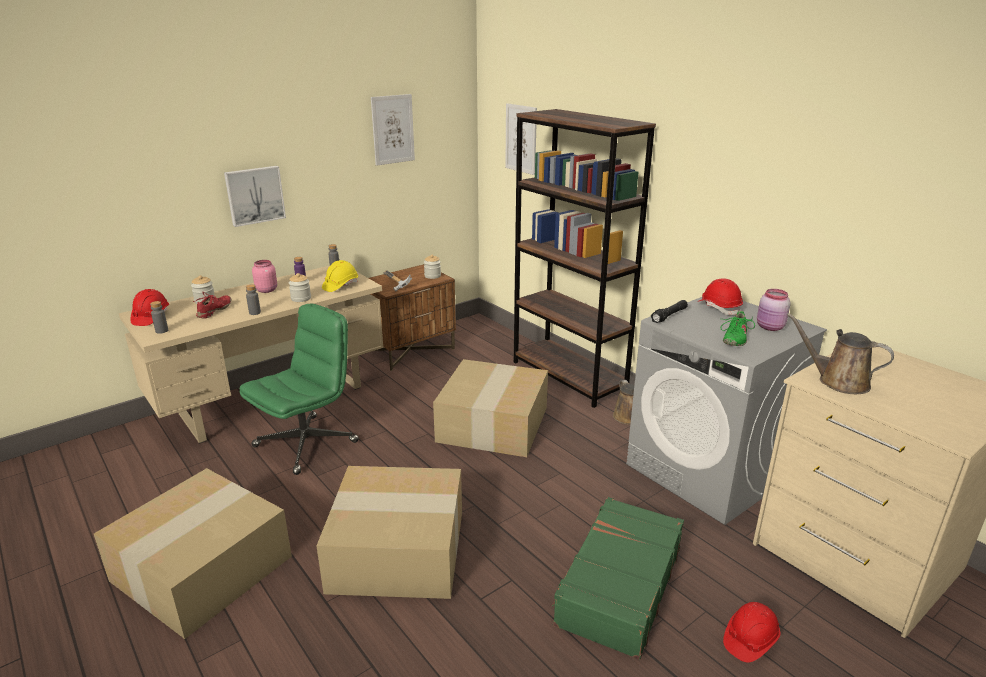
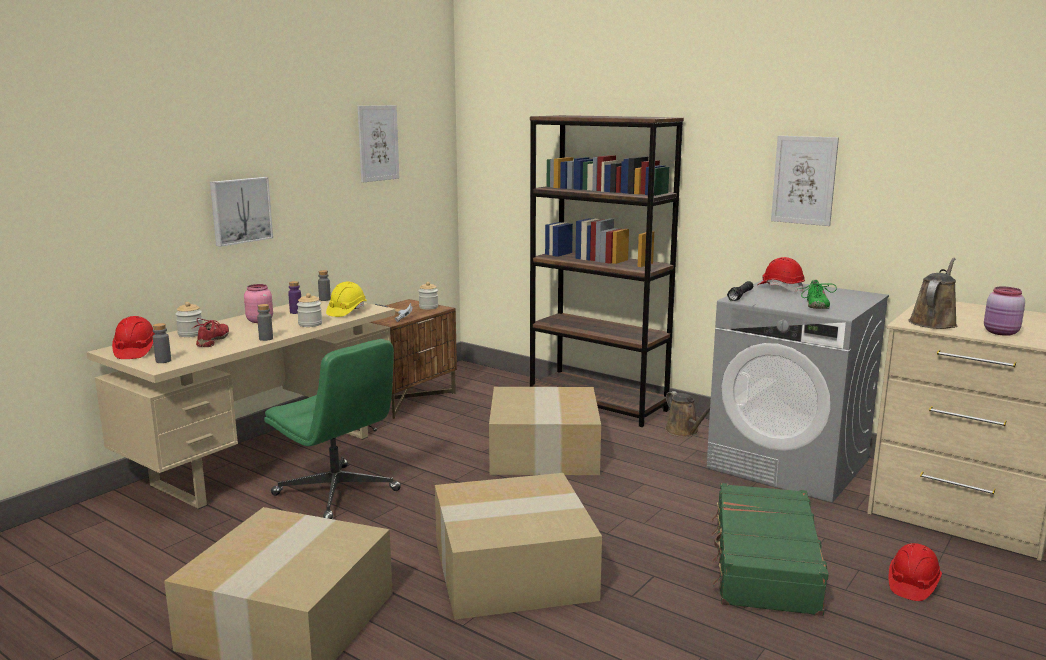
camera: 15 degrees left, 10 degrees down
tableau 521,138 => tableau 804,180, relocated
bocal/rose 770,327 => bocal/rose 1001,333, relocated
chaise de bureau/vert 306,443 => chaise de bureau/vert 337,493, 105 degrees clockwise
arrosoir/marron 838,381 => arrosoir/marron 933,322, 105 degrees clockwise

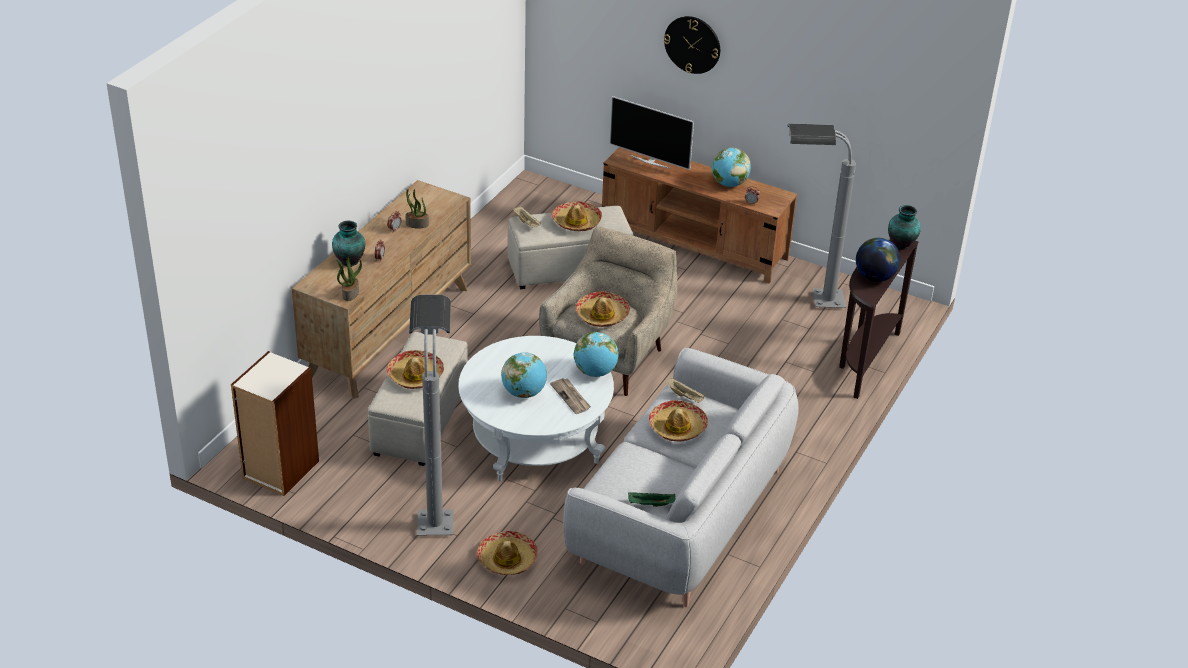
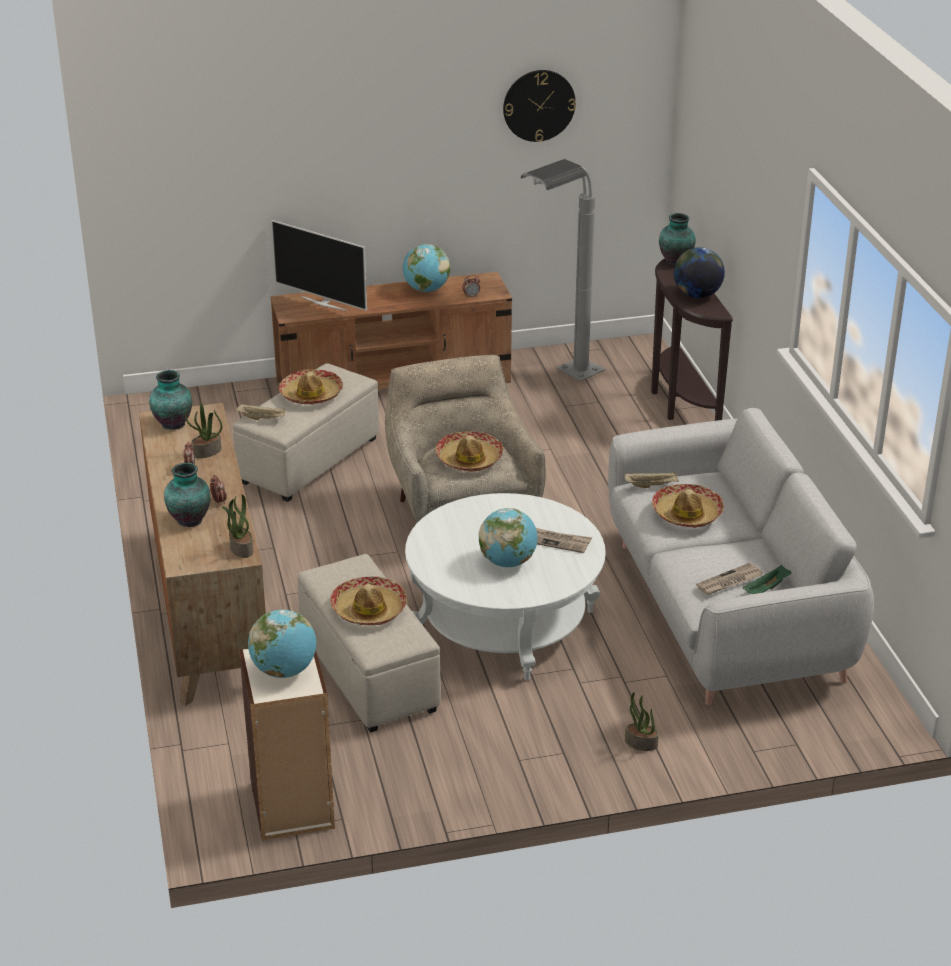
camera: 40 degrees left, 5 degrees down
horloge murale 692,44 => horloge murale 539,105, relocated
téléviseur 650,161 => téléviseur 324,303, 45 degrees clockwise
lampadaire/gris 435,507 => nothing
globe 595,372 => globe 284,670, relocated
chapeau 507,559 => plante en pot 640,743
nothing => vase 172,423
nothing => journal 729,582

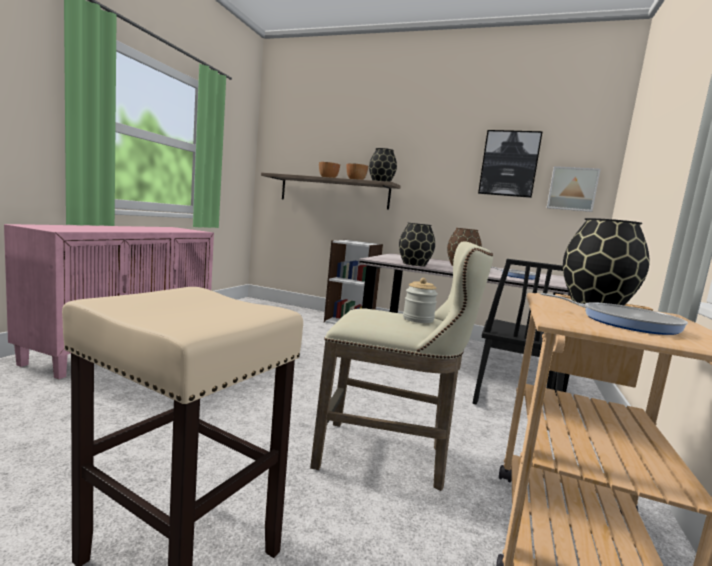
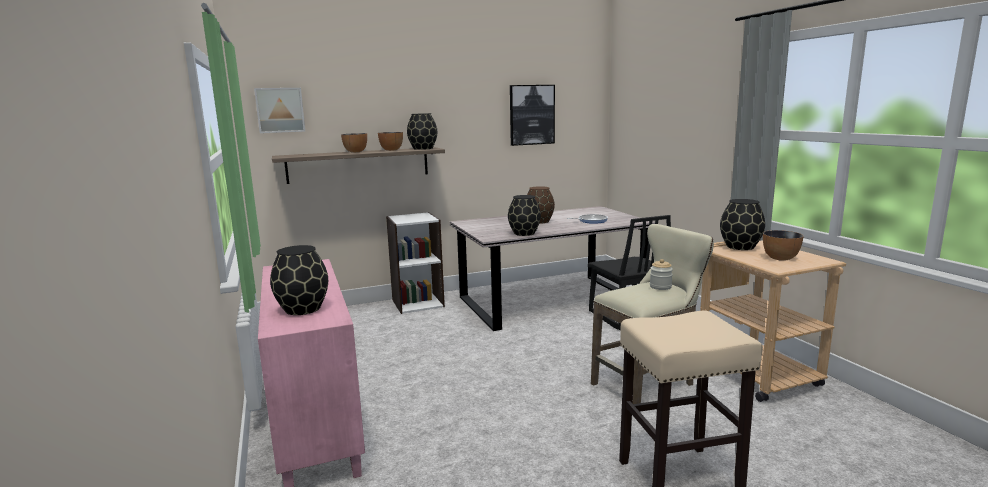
camera: 40 degrees left, 5 degrees up
tableau 572,189 => tableau 280,110, relocated
poêle 623,322 => bol 780,258
nothing => vase/noir 303,309

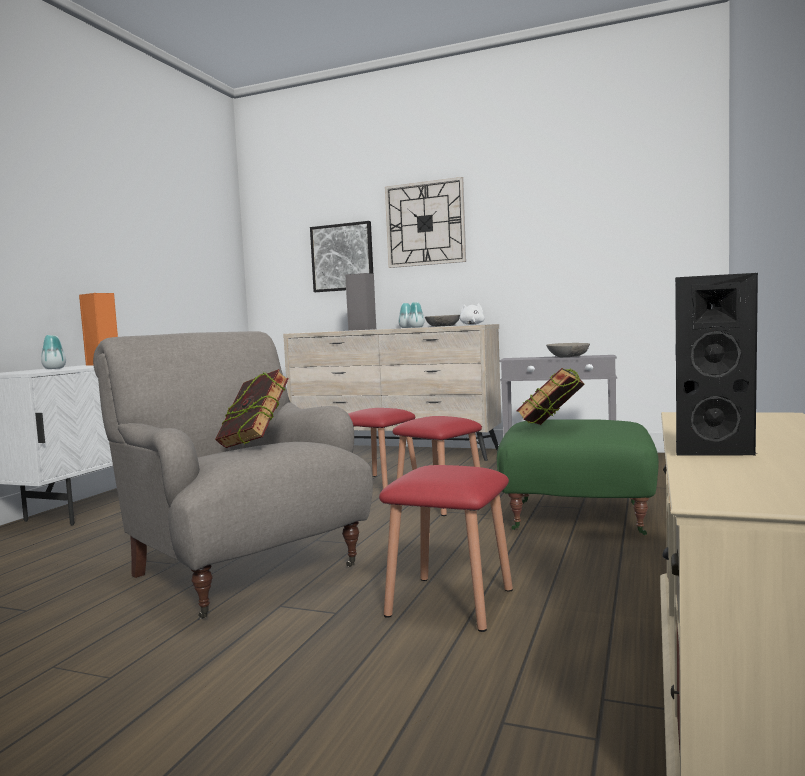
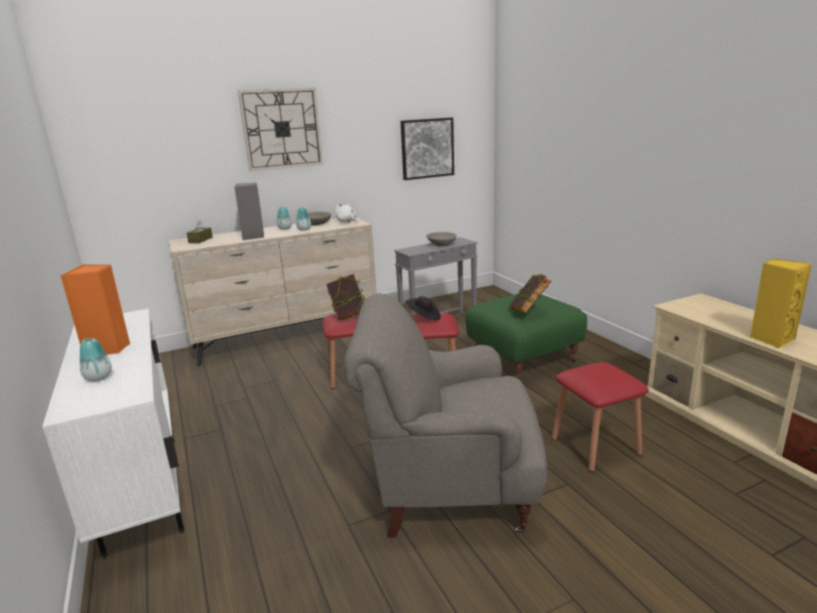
camera: 45 degrees left, 15 degrees up
tableau 342,257 => tableau 427,148, relocated
enceinte/noir 709,449 => enceinte/jaune 771,339
livre 255,445 => livre 348,315, relocated
nothing => boîte à mouchoirs/marron 200,240
nothing => chapeau/noir 424,317

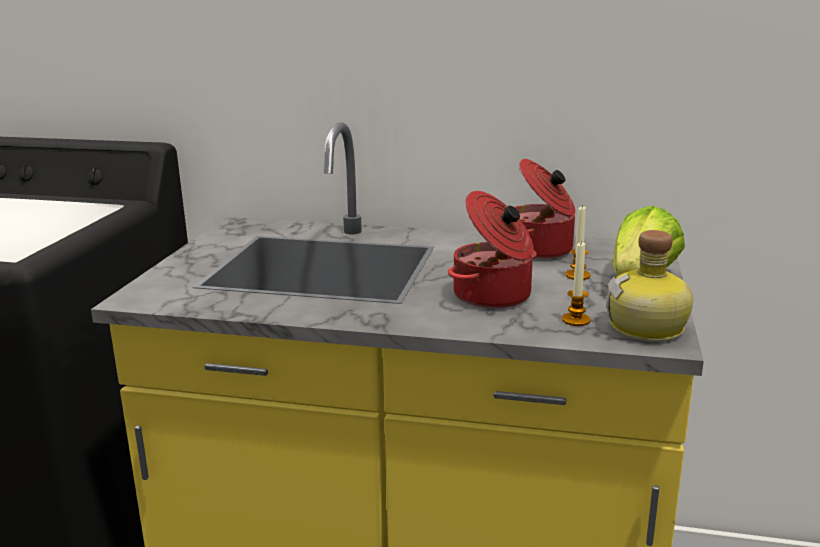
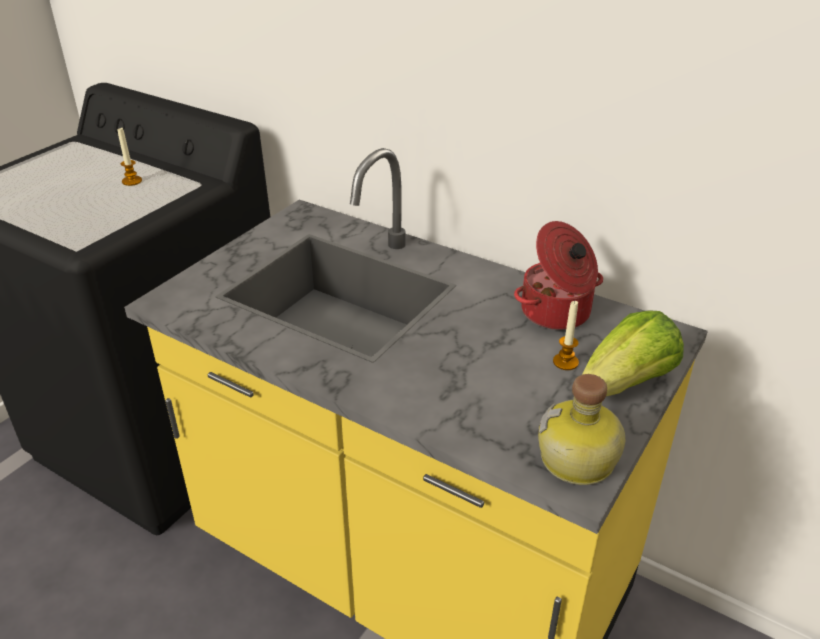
camera: 20 degrees right, 15 degrees up
marmite 494,296 => nothing
bougie 576,320 => bougie 132,181, relocated

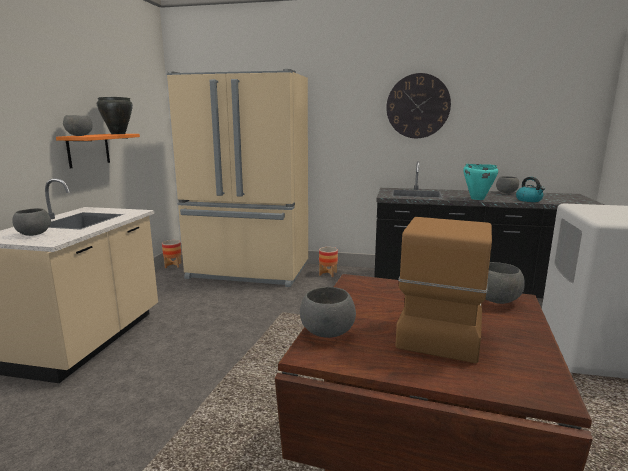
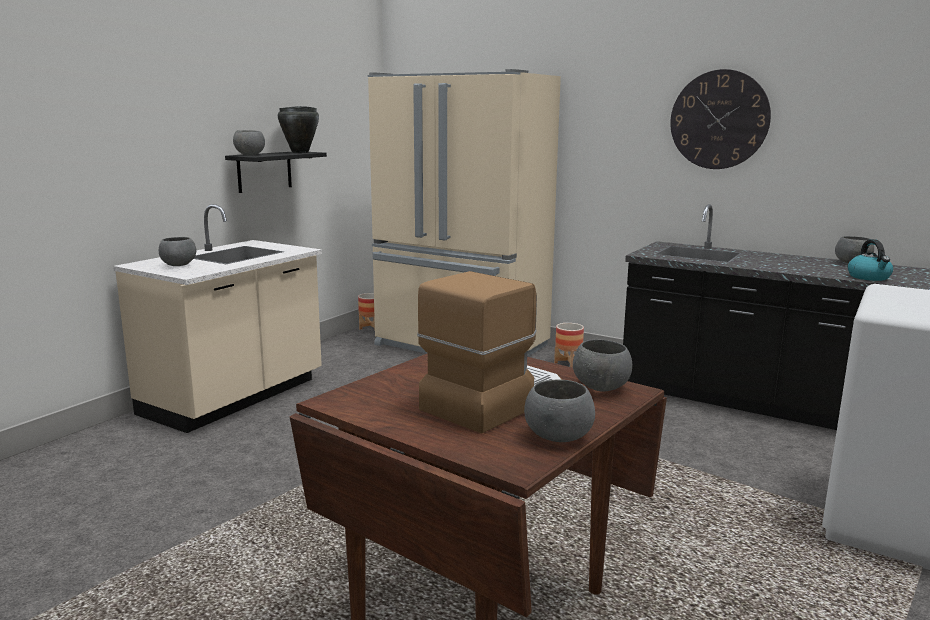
camera: 20 degrees right, 0 degrees up
étagère/orange 88,150 => étagère/noir 264,171
marmite/turquoise 477,198 => nothing
bol/gris 327,333 => bol/gris 558,437, relocated

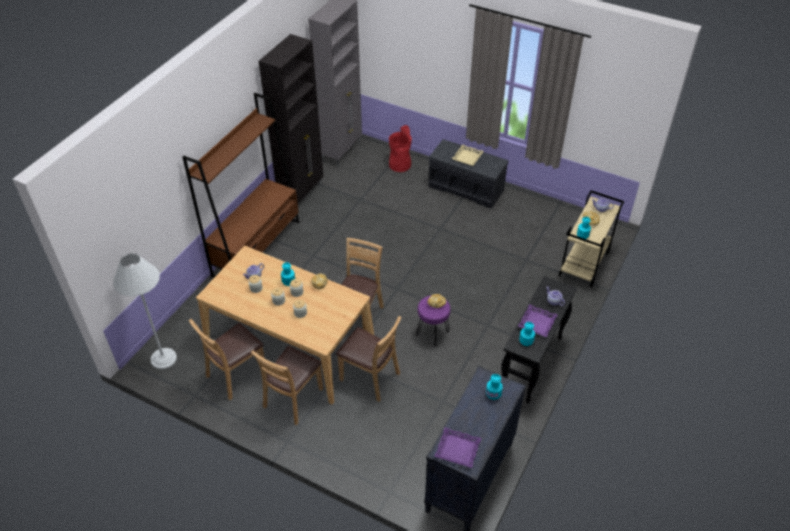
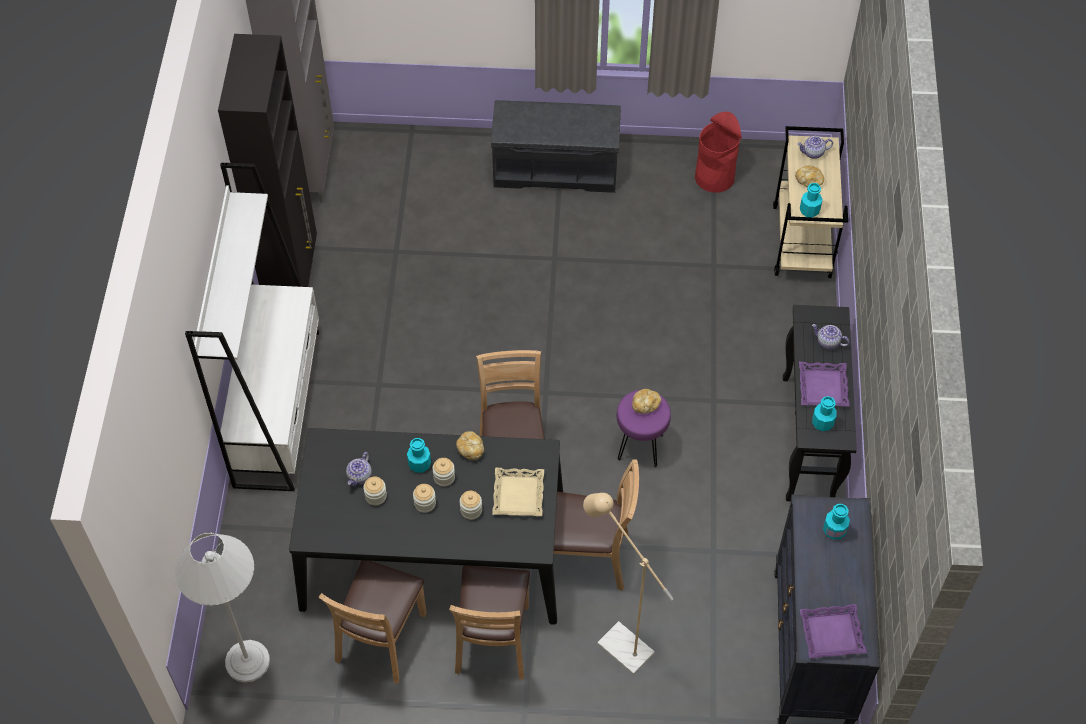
camera: 25 degrees left, 10 degrees up
bibliothèque/marron 257,248 => bibliothèque/blanc 277,407
poubelle/rouge 400,165 => poubelle/rouge 714,177, relocated
plateau/beige 467,157 => plateau/beige 518,495, relocated
table à manger/beige 290,343 => table à manger/noir 434,552
nothing => lampadaire/beige 617,642

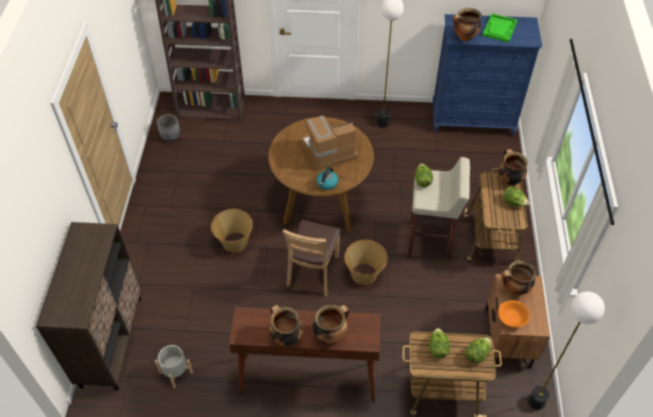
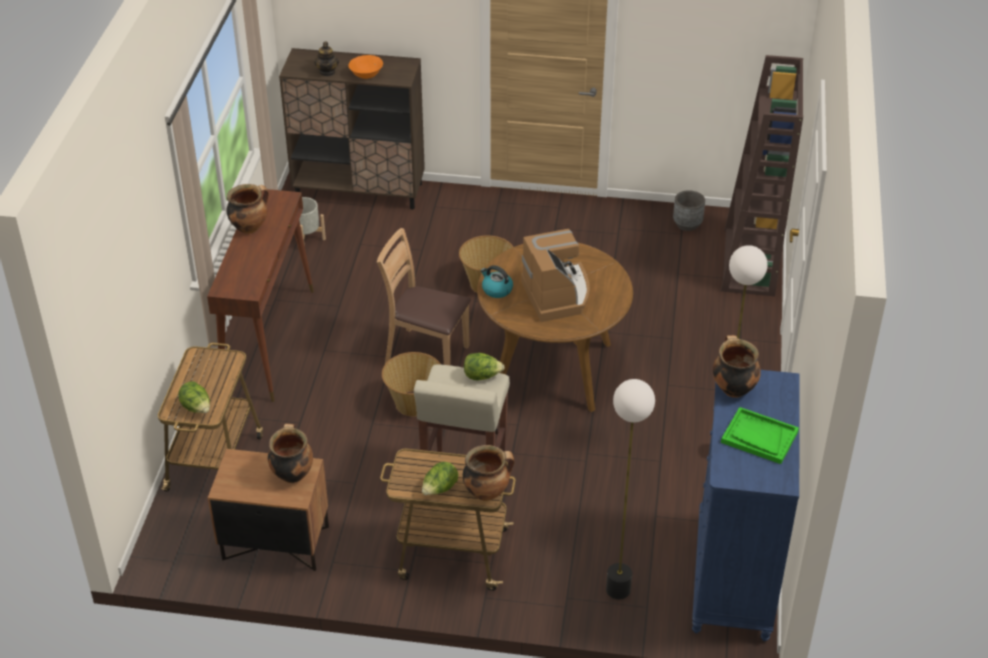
camera: 95 degrees right, 10 degrees down
lampadaire 536,402 => lampadaire 617,589, relocated
bol/orange 512,318 => bol/orange 366,74, relocated
marmite 330,334 => nothing
laitue 437,348 => nothing
nothing => théière 327,72

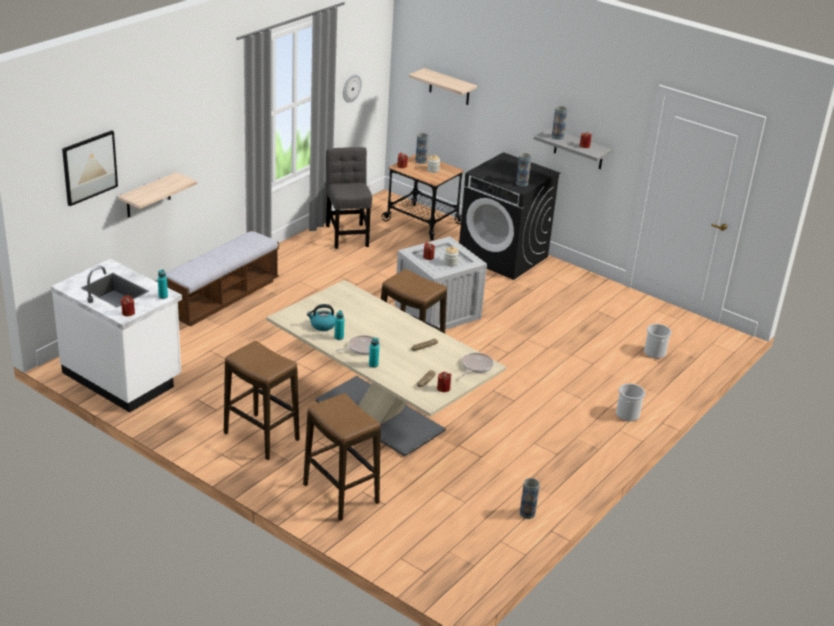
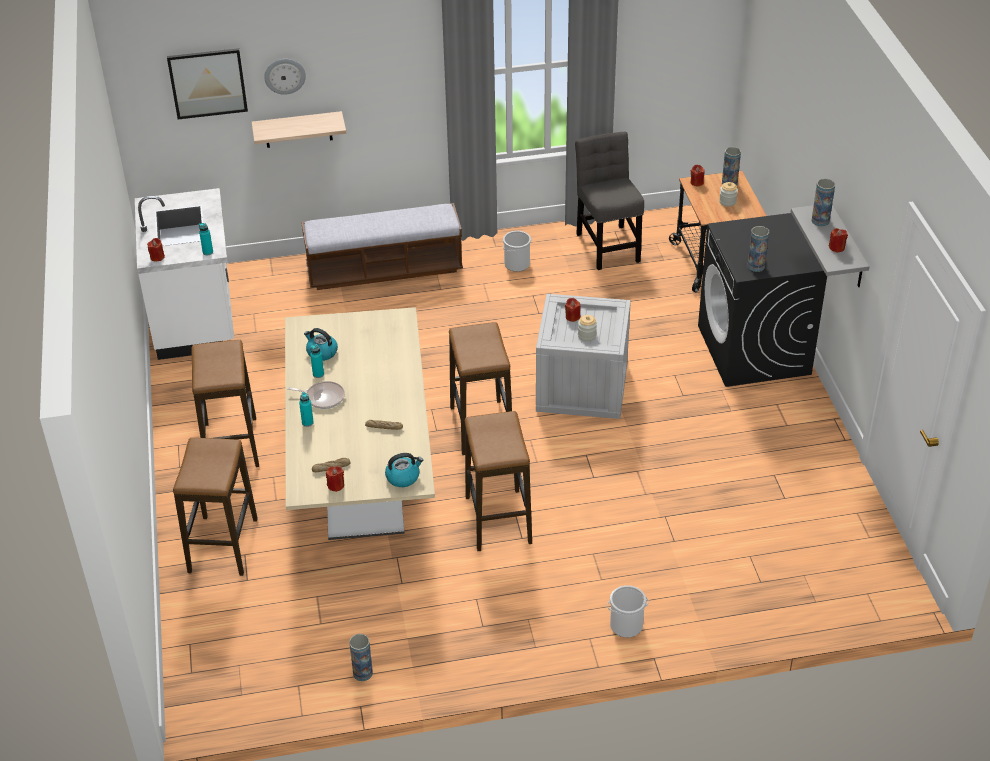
camera: 45 degrees right, 10 degrees up
étagère 449,87 => nothing
horloge murale 351,88 => horloge murale 284,75, relocated
chaise/gris 347,234 => chaise/gris 607,245, 45 degrees counterclockwise
seau 654,352 => seau 517,264, relocated
poêle 476,366 => bouilloire 403,477
nothing => tabouret 498,520

